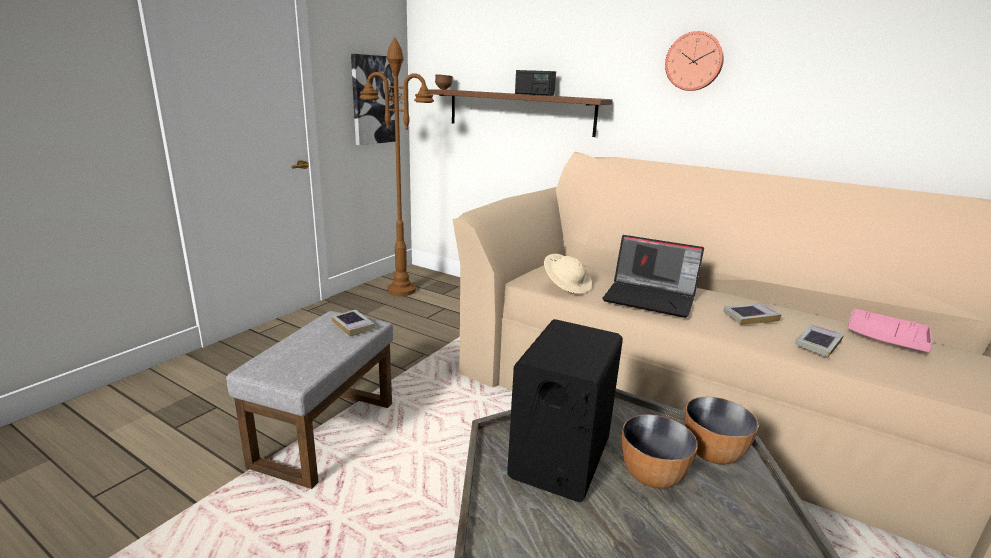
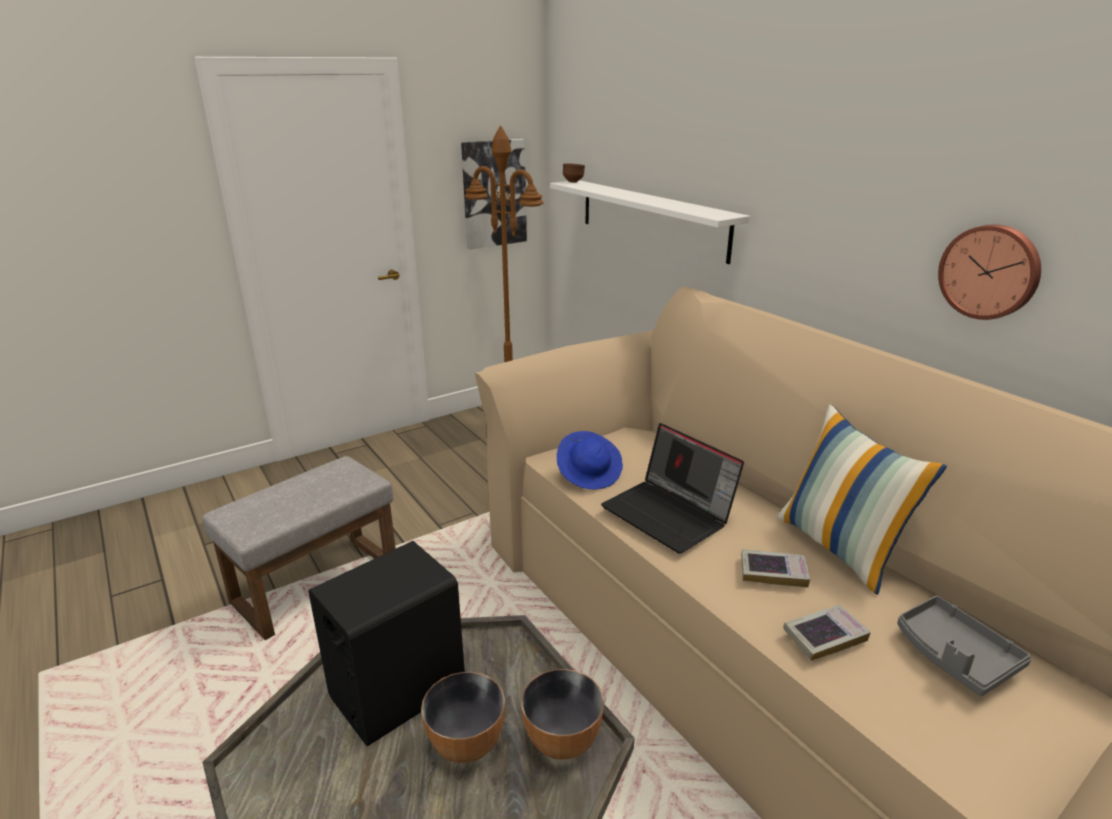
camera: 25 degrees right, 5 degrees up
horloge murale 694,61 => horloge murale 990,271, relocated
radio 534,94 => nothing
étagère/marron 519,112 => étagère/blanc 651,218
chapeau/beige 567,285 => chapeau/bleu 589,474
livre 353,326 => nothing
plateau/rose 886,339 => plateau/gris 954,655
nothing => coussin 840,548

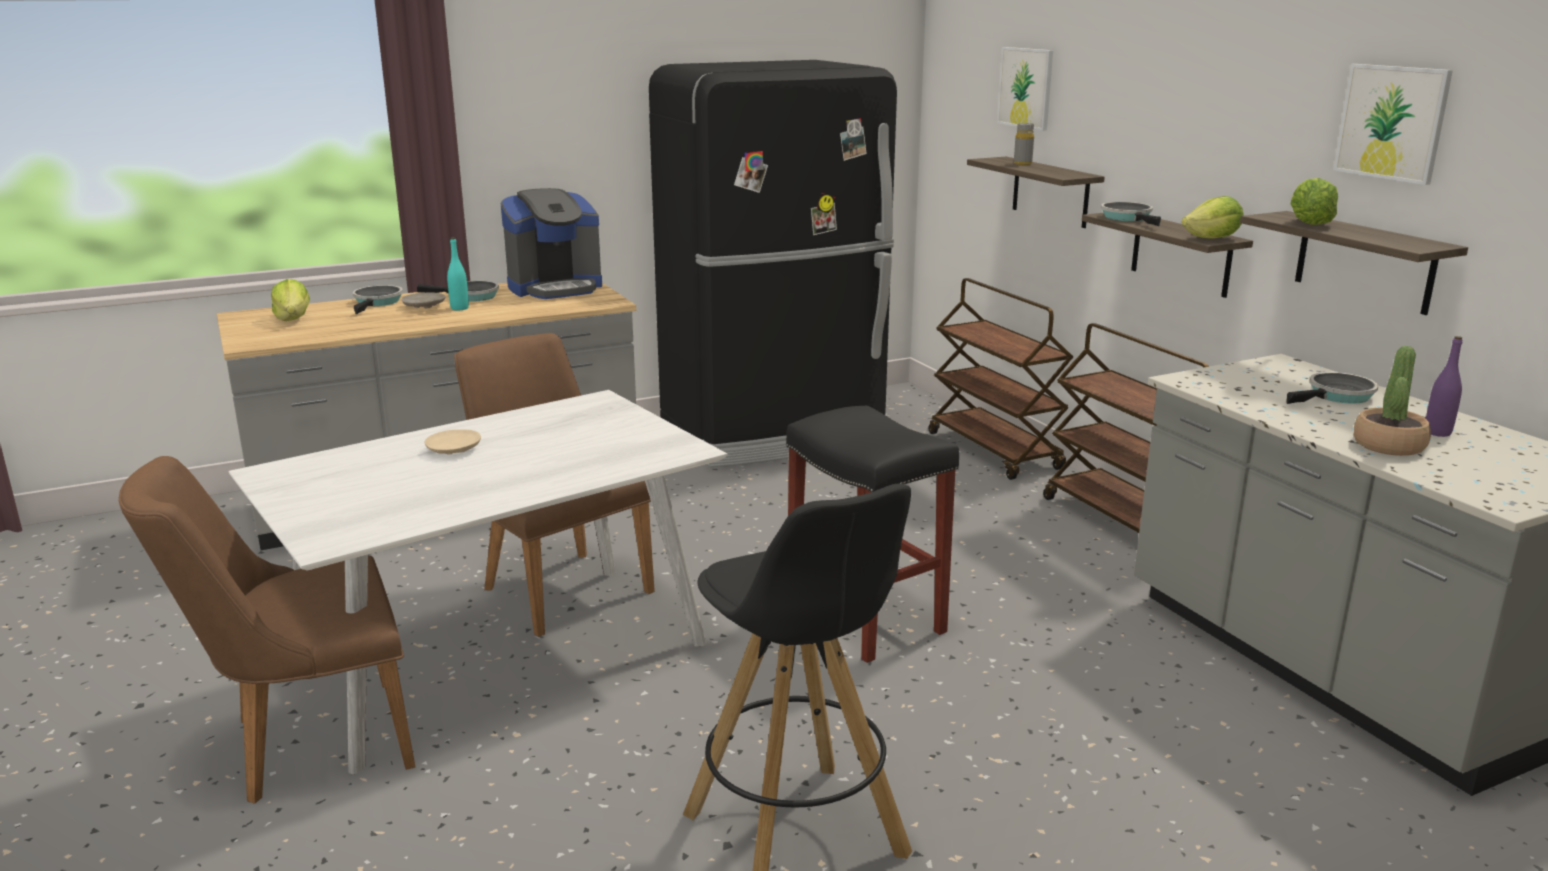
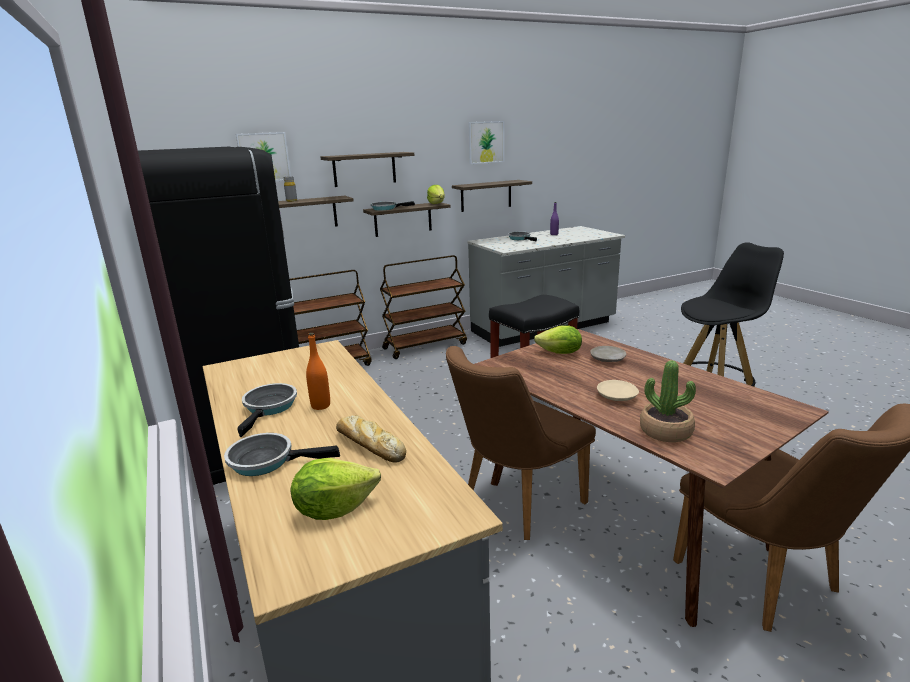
camera: 90 degrees left, 0 degrees up
laitue 1309,224 => laitue 560,353, relocated
machine à café 555,288 => nothing
bouteille/turquoise 459,308 => bouteille/orange 320,406
assiette/beige 423,306 => assiette/beige 607,359, relocated
plante en pot 1389,445 => plante en pot 665,431, relocated
table à manger/blanc 501,656 => table à manger/marron 617,513
nothing => étagère 364,169
nothing => pain 369,445

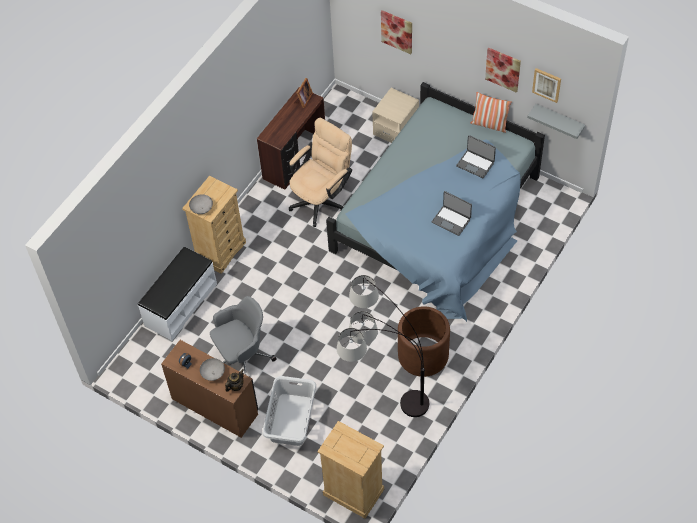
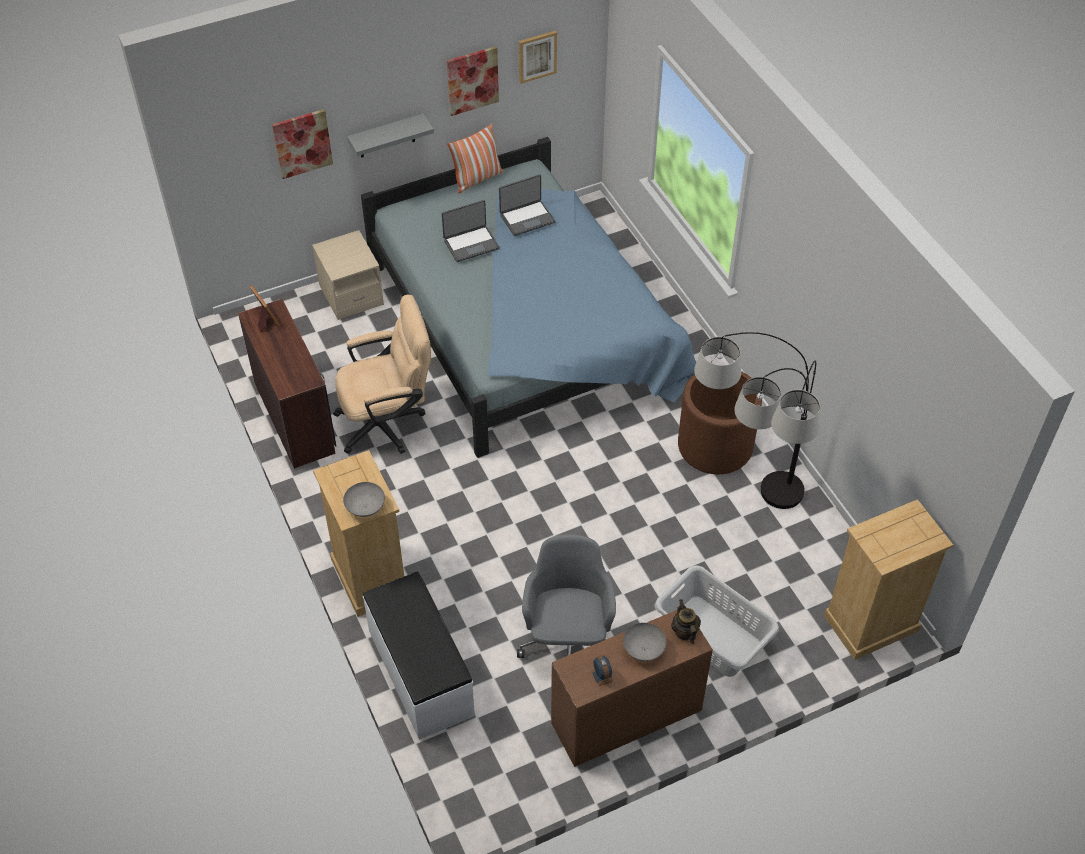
camera: 60 degrees left, 5 degrees down
étagère/gris 559,120 => étagère/gris 386,136, relocated
chaise de bureau/beige 322,199 => chaise de bureau/beige 388,422, 90 degrees clockwise
ordinateur portable 451,220 => ordinateur portable 471,244, relocated

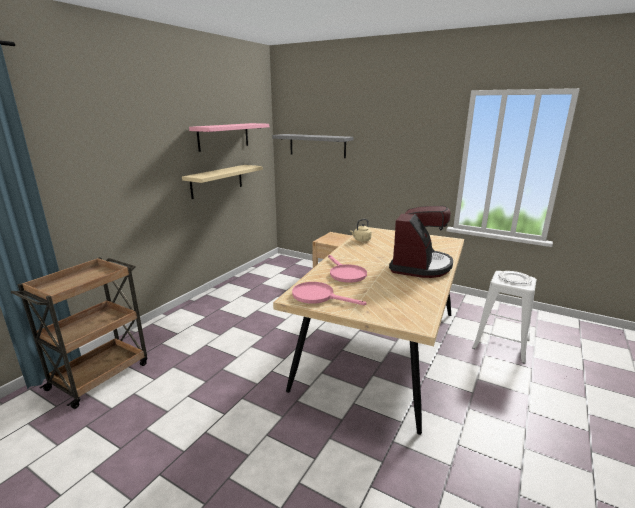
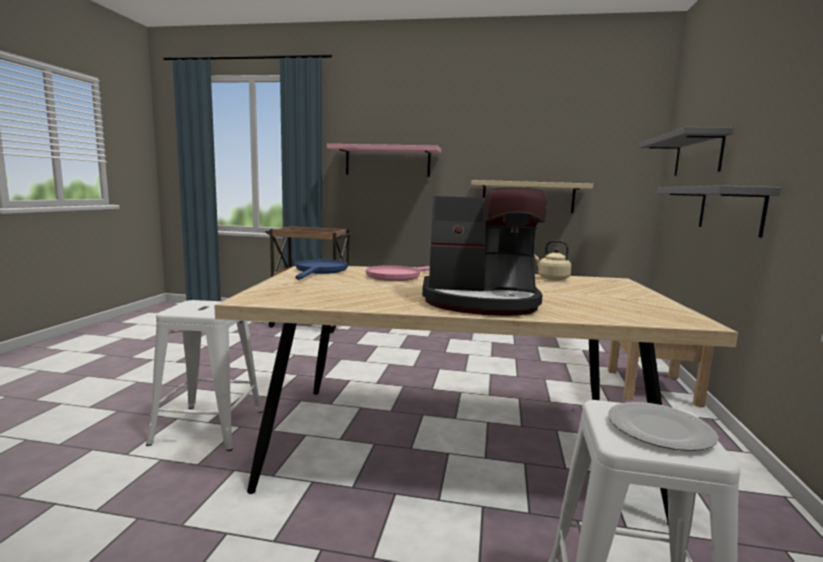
camera: 70 degrees right, 10 degrees down
étagère/rose 223,136 => étagère/rose 387,161, relocated
poêle/rose 318,296 => poêle/bleu 319,271
nothing => étagère/gris 730,209
nothing => tabouret/blanc 209,426

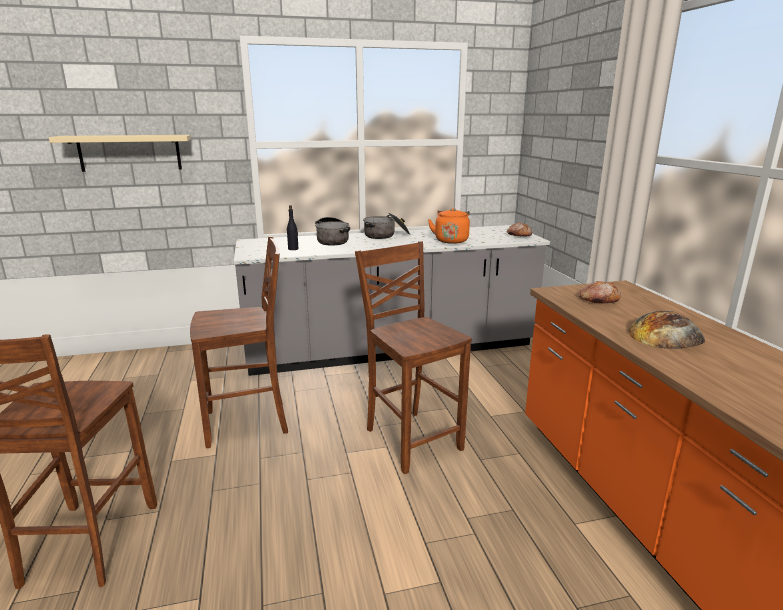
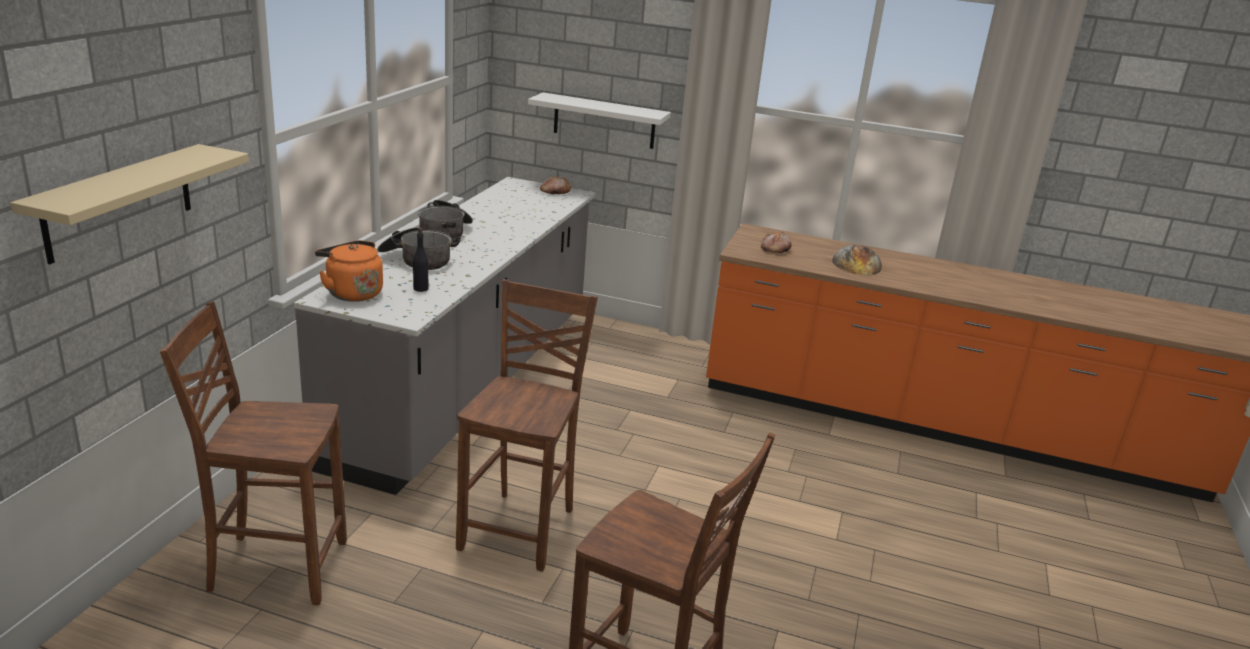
camera: 60 degrees left, 5 degrees up
bouilloire/orange 451,240 => bouilloire/orange 352,293, relocated
chaise/marron 411,439 => chaise/marron 275,566, relocated
nothing => étagère/blanc 604,121

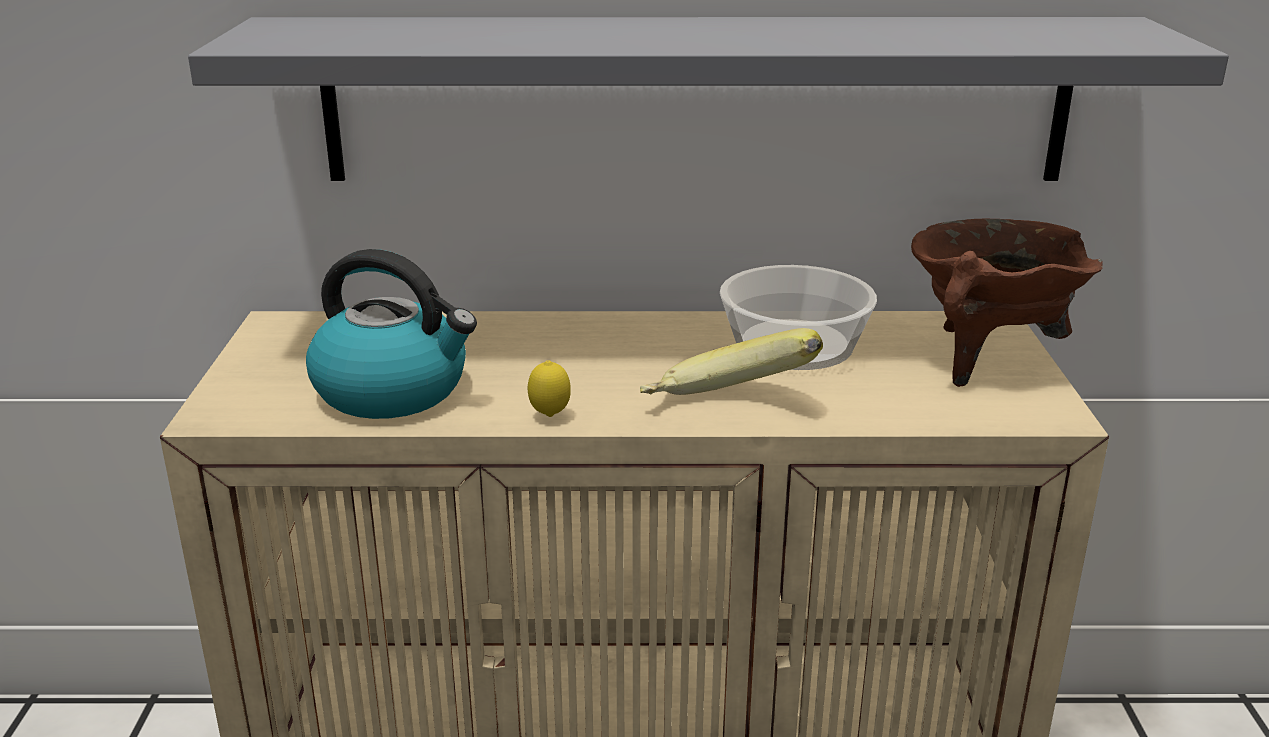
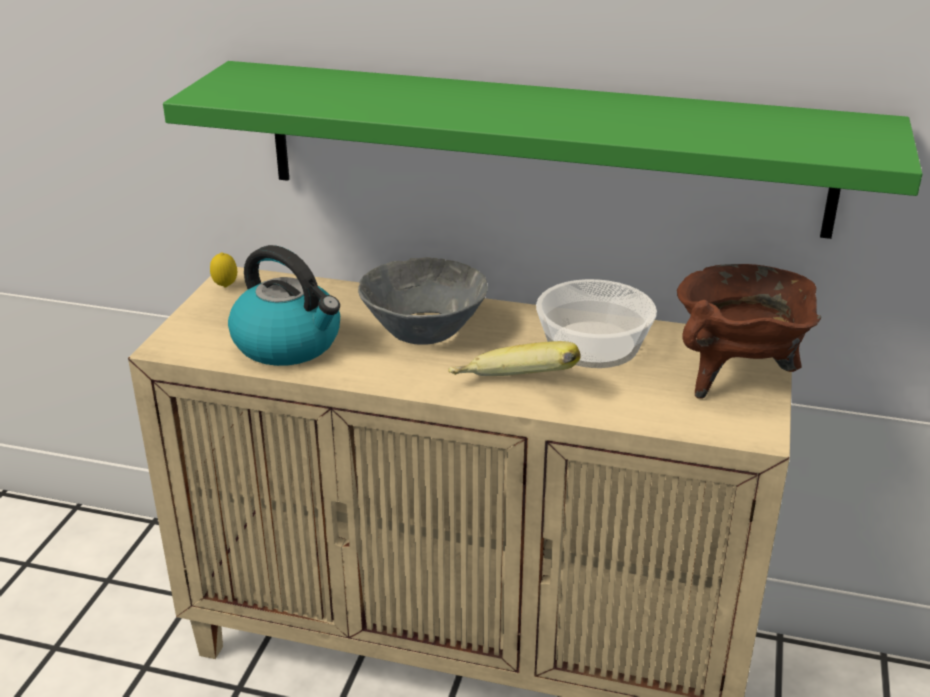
camera: 15 degrees right, 5 degrees up
étagère/gris 696,100 => étagère/vert 542,147
citron 550,416 => citron 225,287, relocated
nothing => bol/gris 425,329

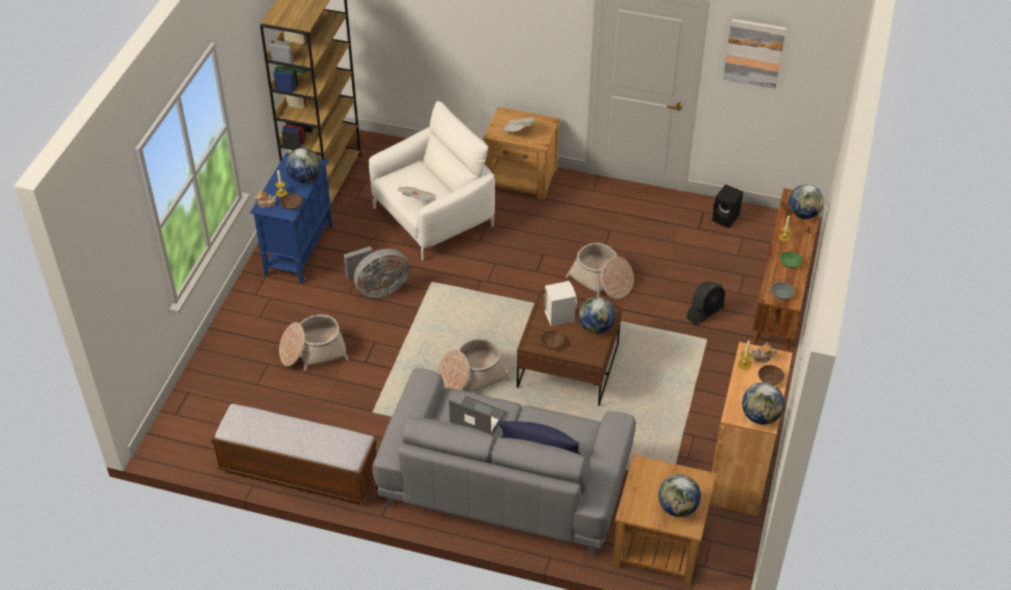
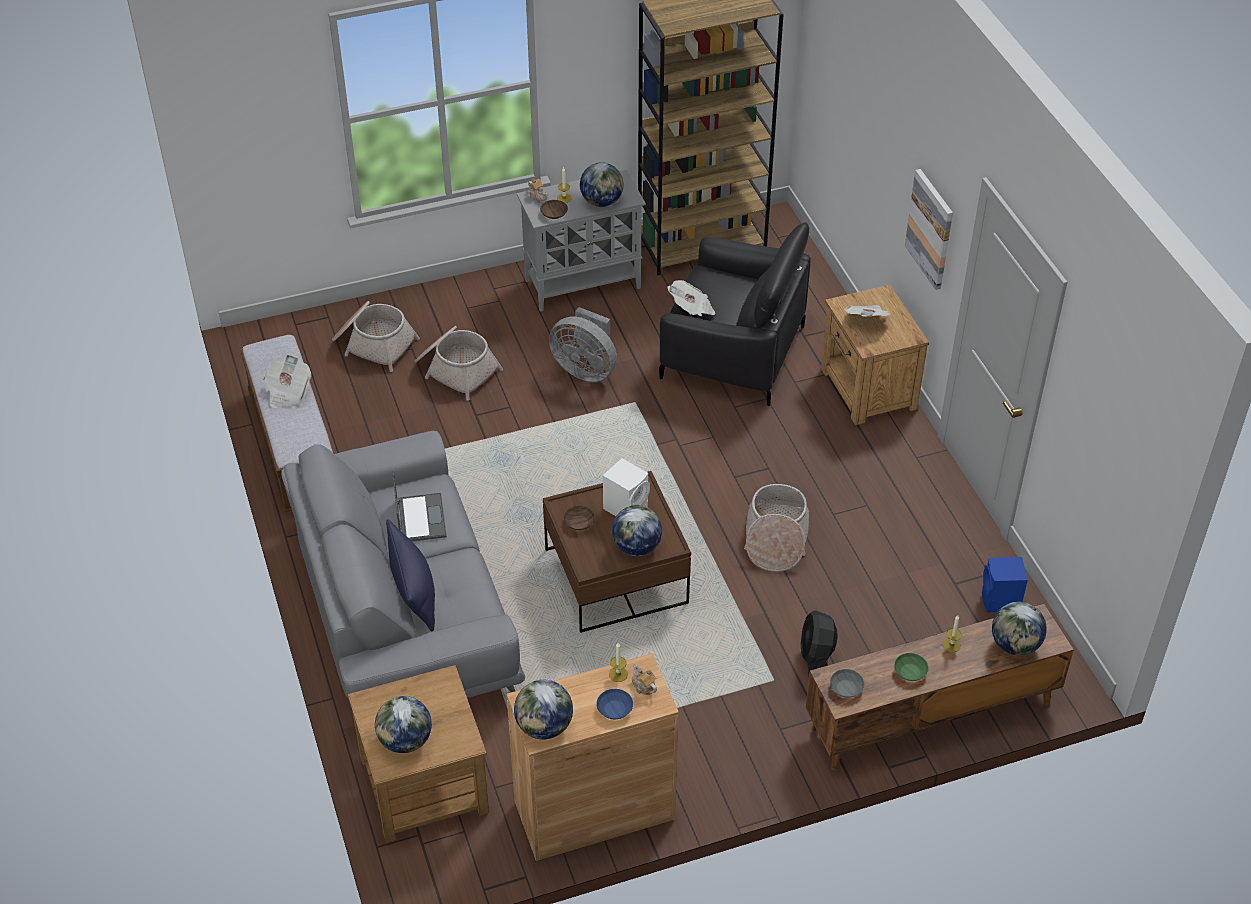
camera: 55 degrees right, 0 degrees up
tableau 754,52 => tableau 930,229, relocated
fauteuil/blanc 433,217 => fauteuil/noir 732,352
meuble de rangement/bleu 299,250 => meuble de rangement/gris 583,283
enceinte/noir 726,218 => enceinte/bleu 1000,601
ventilateur/noir 705,313 => ventilateur/noir 816,658, 75 degrees clockwise
panier 471,376 => panier 373,344, relocated
bol/marron 769,379 => bol/bleu 614,708
nothing => journal 287,392

